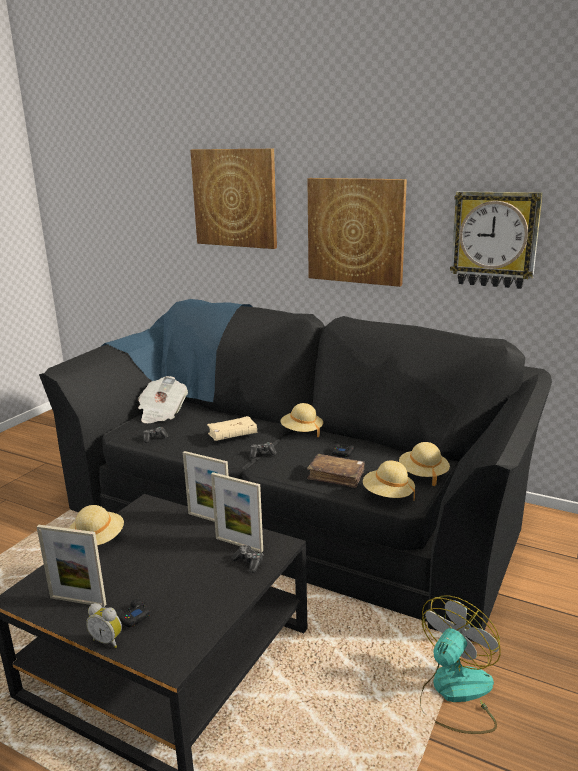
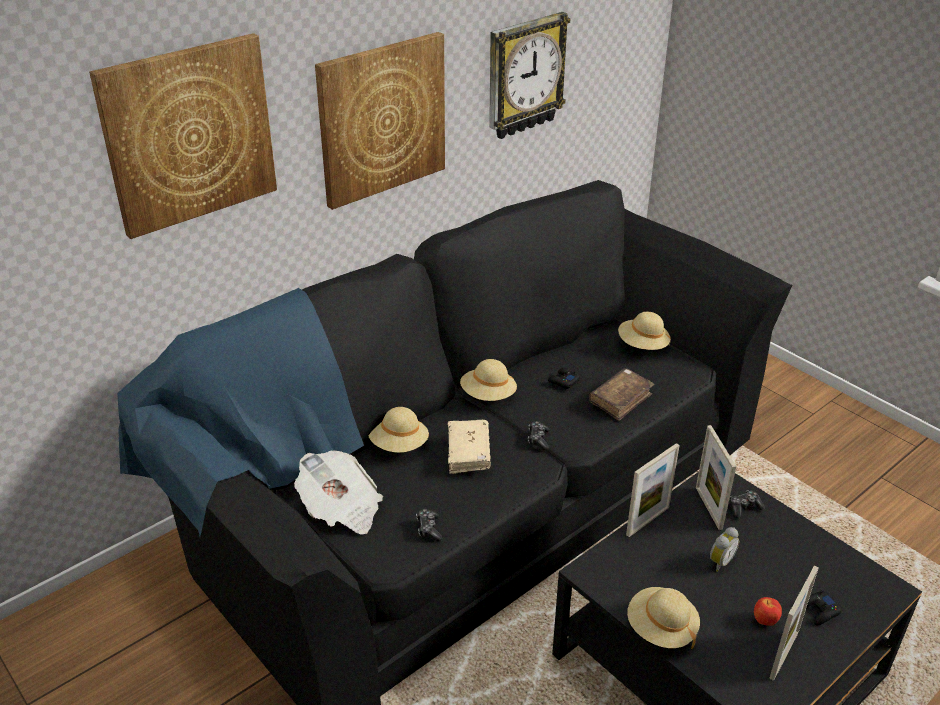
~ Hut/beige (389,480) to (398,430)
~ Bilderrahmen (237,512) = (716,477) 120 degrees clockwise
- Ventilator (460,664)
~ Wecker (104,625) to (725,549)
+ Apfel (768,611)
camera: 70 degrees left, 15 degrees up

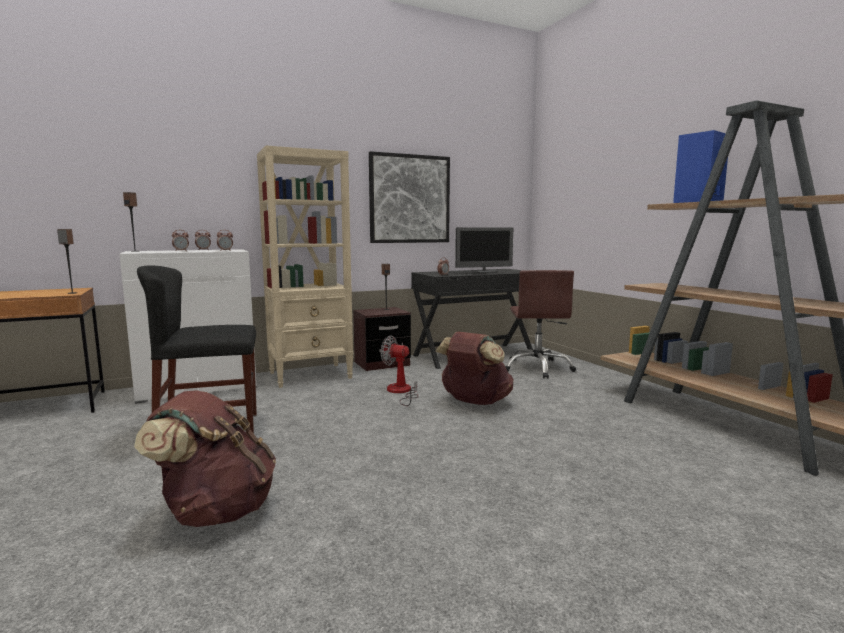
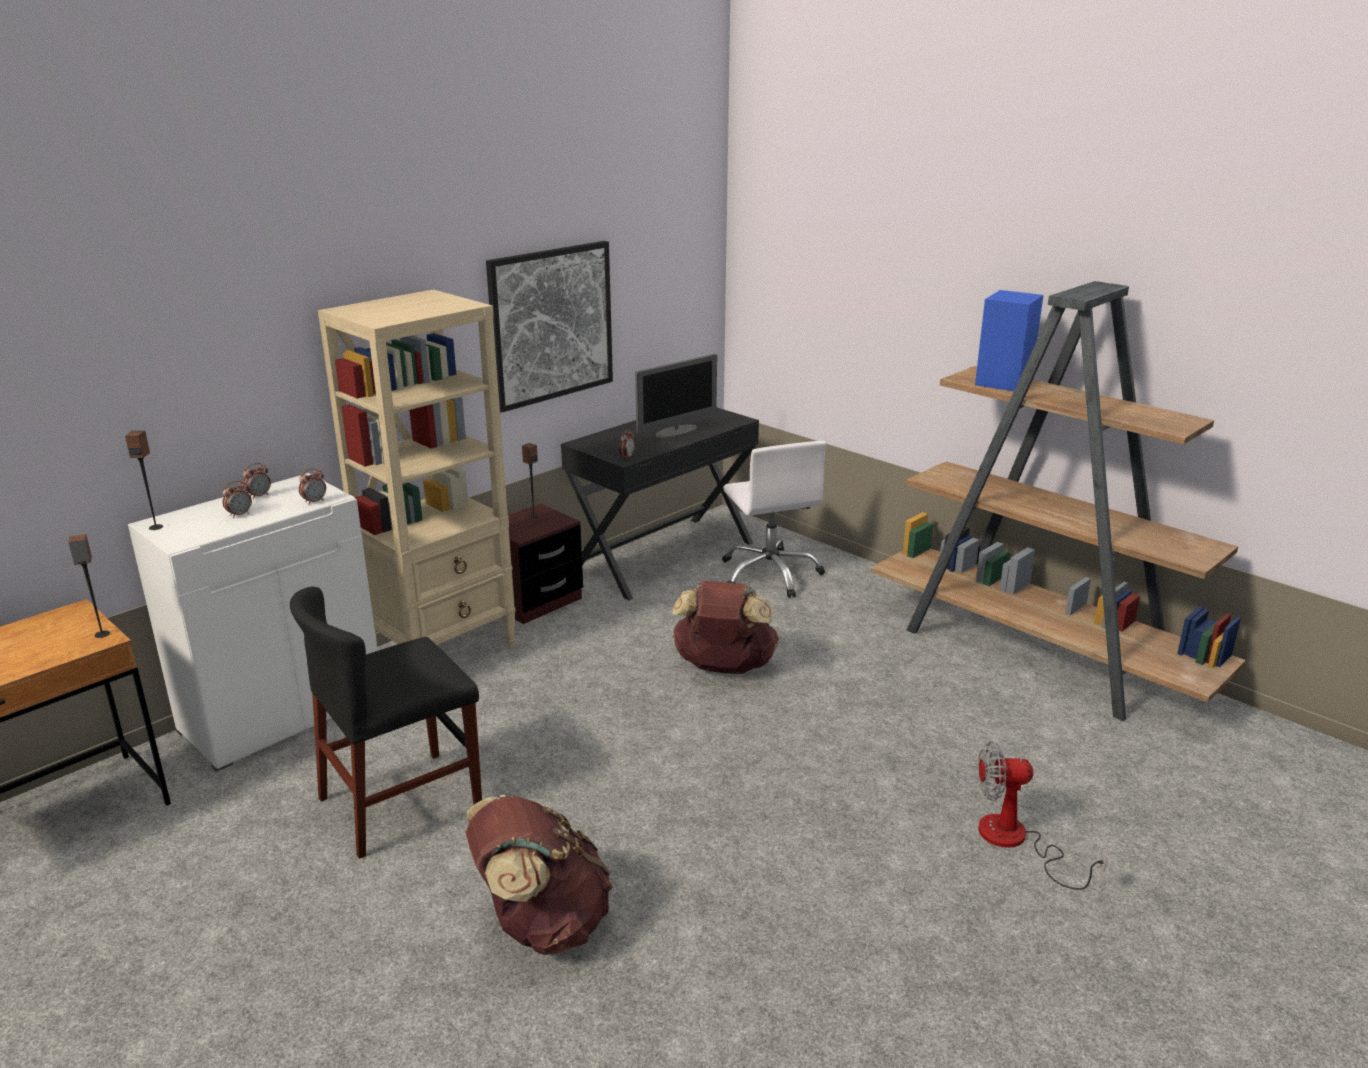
~ Bürostuhl/braun (540,324) to Bürostuhl/weiß (774,519)
~ Ventilator (400,370) to (1042,815)
camera: 20 degrees left, 15 degrees up

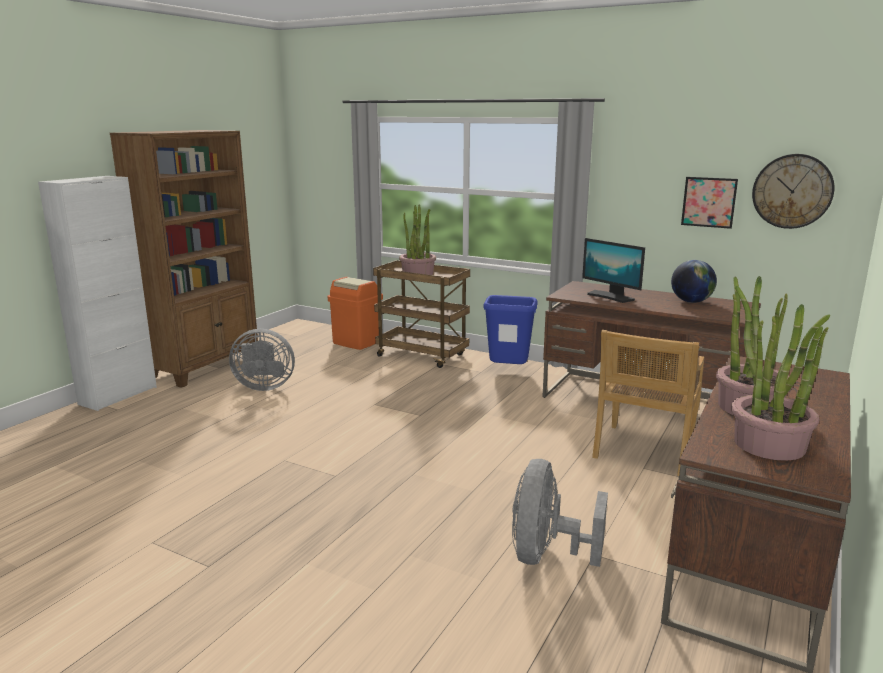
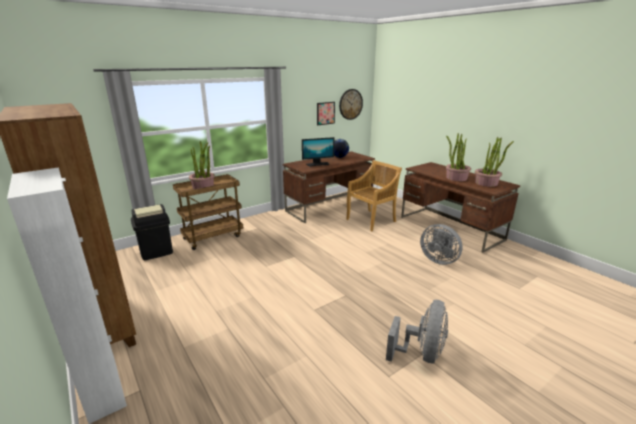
~ Mülleimer/orange (355,313) to Mülleimer/schwarz (152,232)
- Mülleimer/blau (510,329)
~ Ventilator/grau (262,360) to (417,331)
~ Stuhl/beige (648,403) = (374,195) 90 degrees counterclockwise
camera: 65 degrees left, 5 degrees up

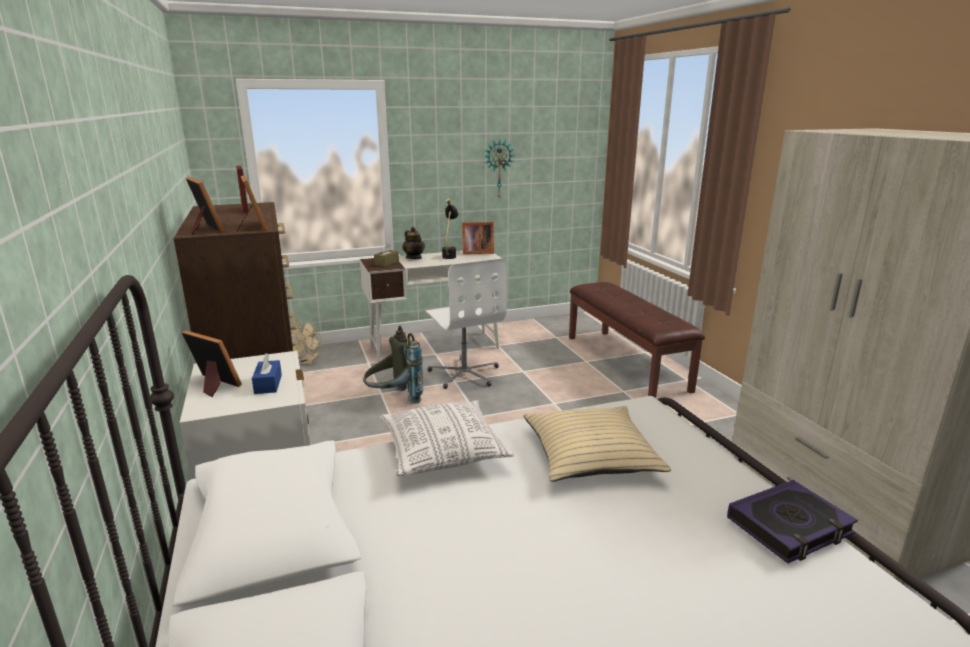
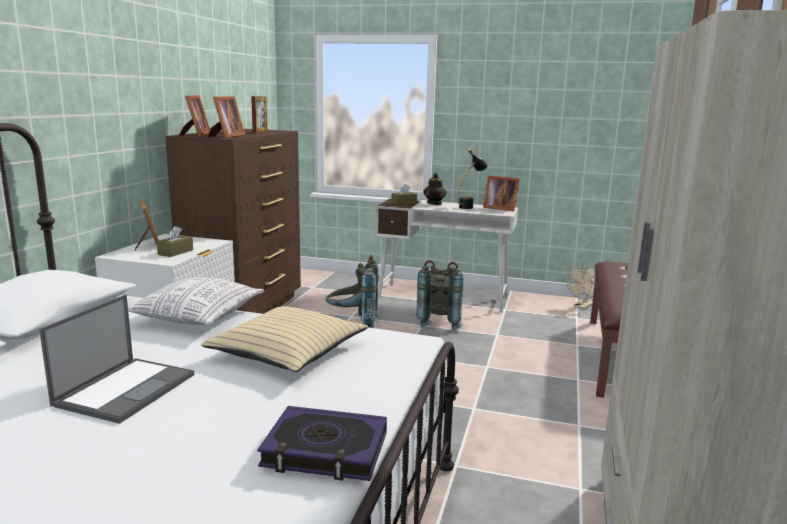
- Wanduhr (499,168)
~ Bürostuhl/weiß (466,323) to Rucksack/grau (439,295)
~ Ventilator/beige (306,342) to (581,287)
~ Taschentuchbox/blau (267,373) to Taschentuchbox/braun (175,241)
+ Laptop (116,359)
camera: 35 degrees right, 5 degrees down

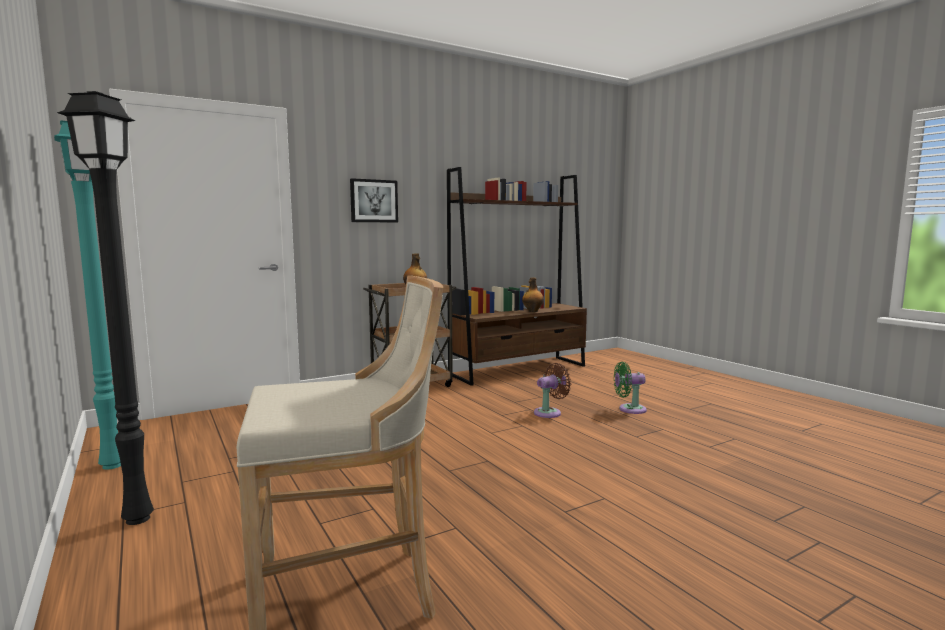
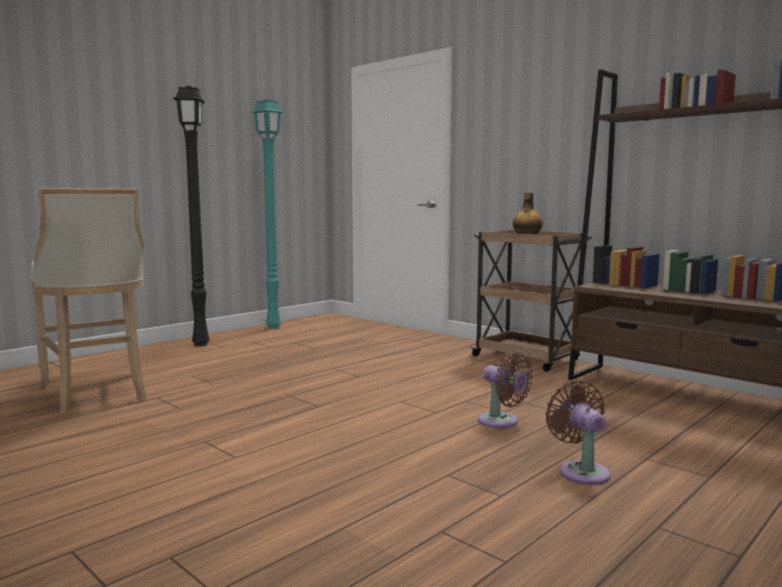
- Bild (374,200)
- Flasche (533,294)
~ Ventilator/grün (630,388) to Ventilator/braun (578,433)
camera: 75 degrees right, 0 degrees up

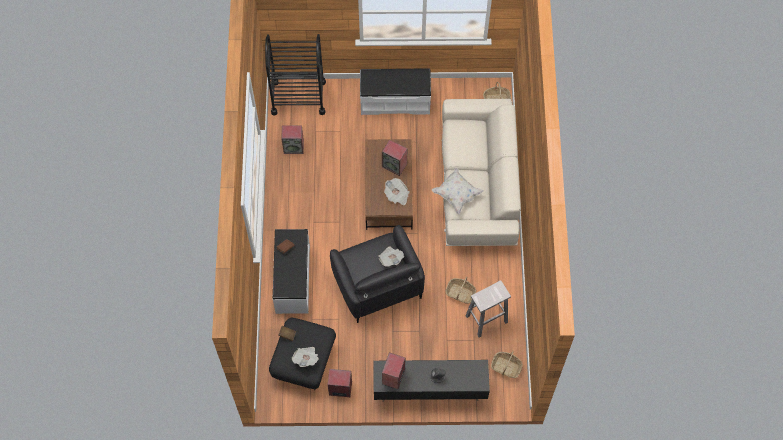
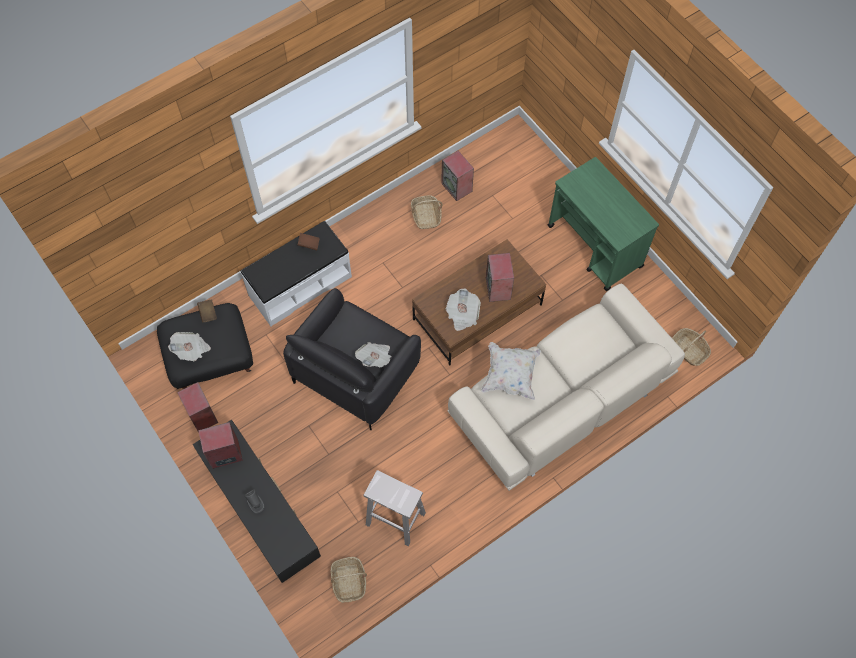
- Rollwagen/schwarz (295,74)
~ Bank/weiß (395,91) to Rollwagen/grün (603,224)
~ Korb (461,290) to (426,212)
camera: 55 degrees right, 0 degrees up

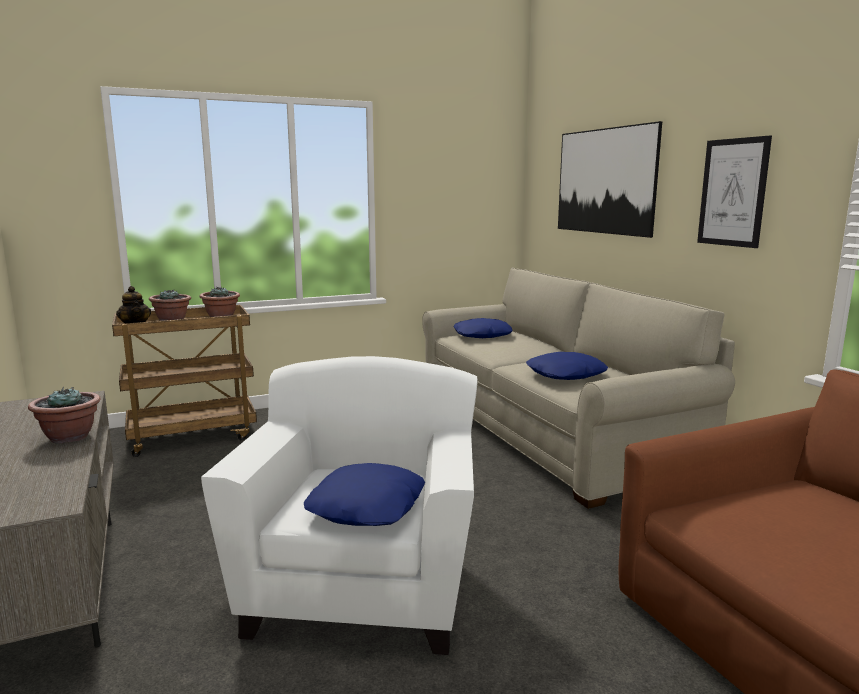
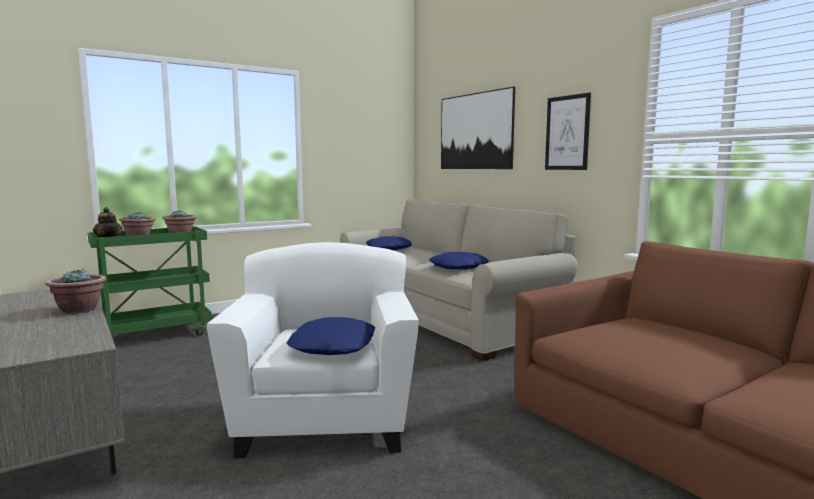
~ Rollwagen/braun (184,381) to Rollwagen/grün (150,283)
camera: 10 degrees left, 5 degrees down

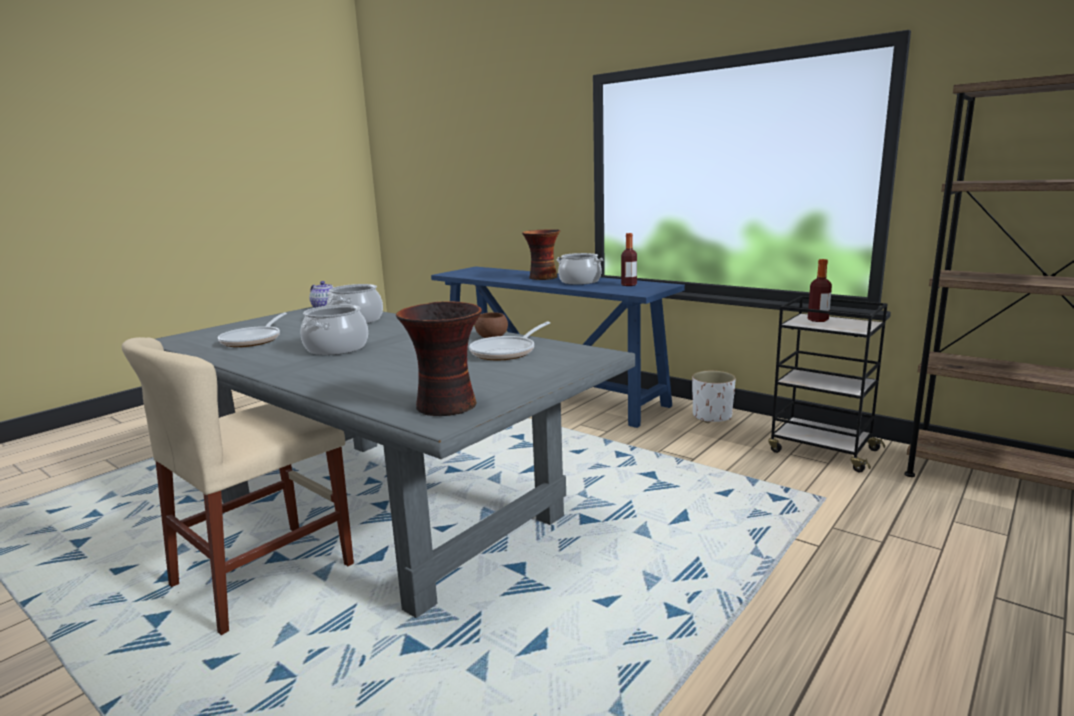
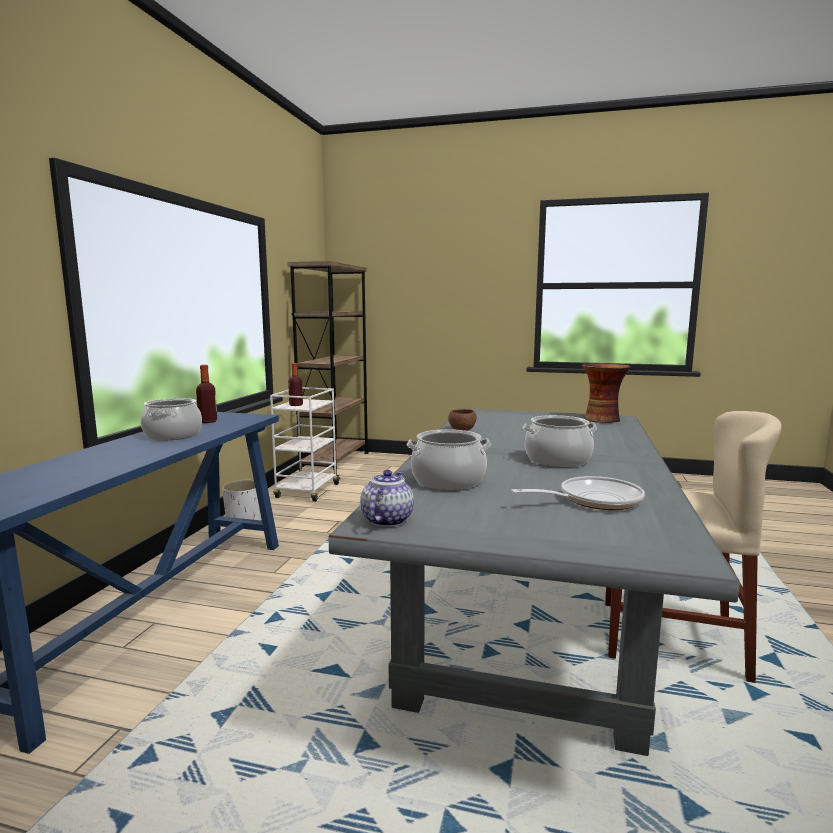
- Vase (541,254)
~ Rollwagen/schwarz (828,384) to Rollwagen/weiß (305,444)
- Pfanne (509,340)
camera: 115 degrees left, 5 degrees down

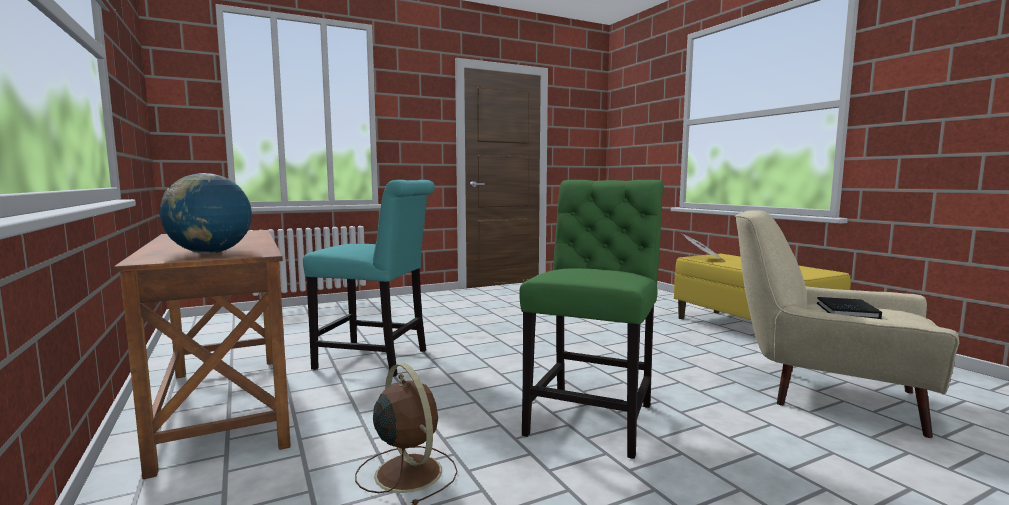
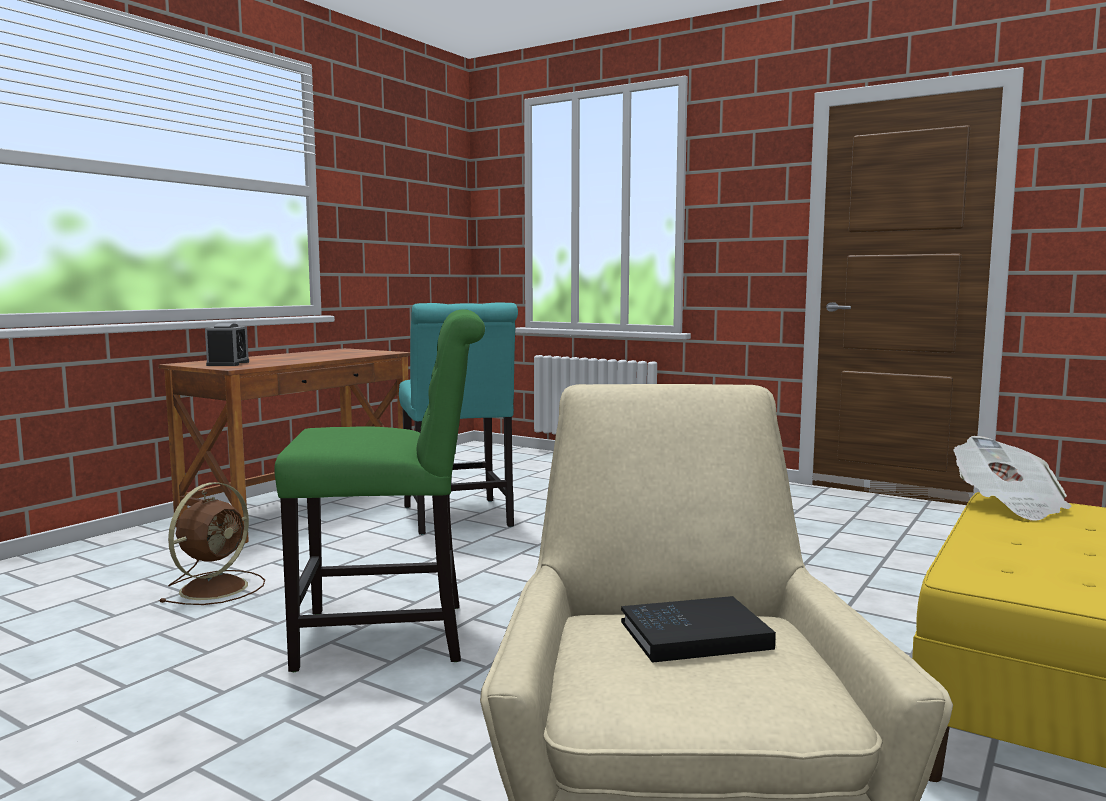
~ Globus (205,213) to Wecker (227,344)
camera: 60 degrees right, 0 degrees up

